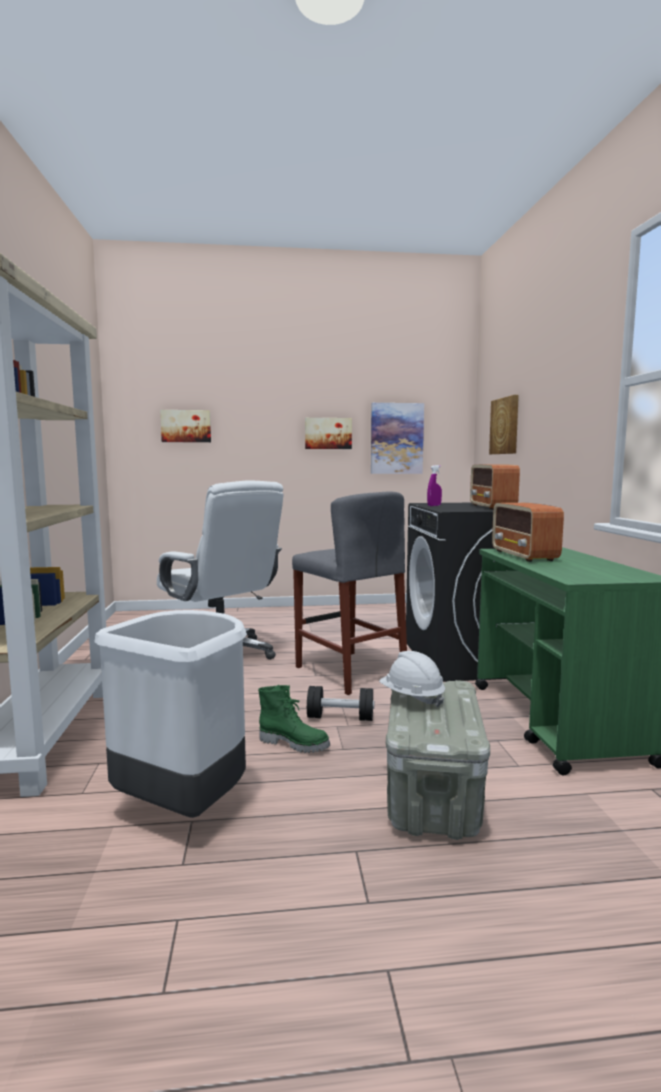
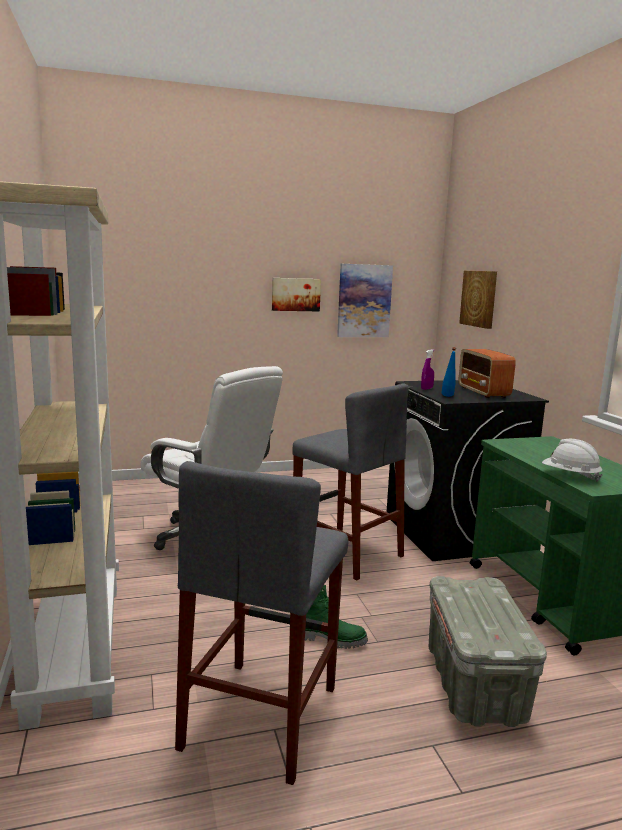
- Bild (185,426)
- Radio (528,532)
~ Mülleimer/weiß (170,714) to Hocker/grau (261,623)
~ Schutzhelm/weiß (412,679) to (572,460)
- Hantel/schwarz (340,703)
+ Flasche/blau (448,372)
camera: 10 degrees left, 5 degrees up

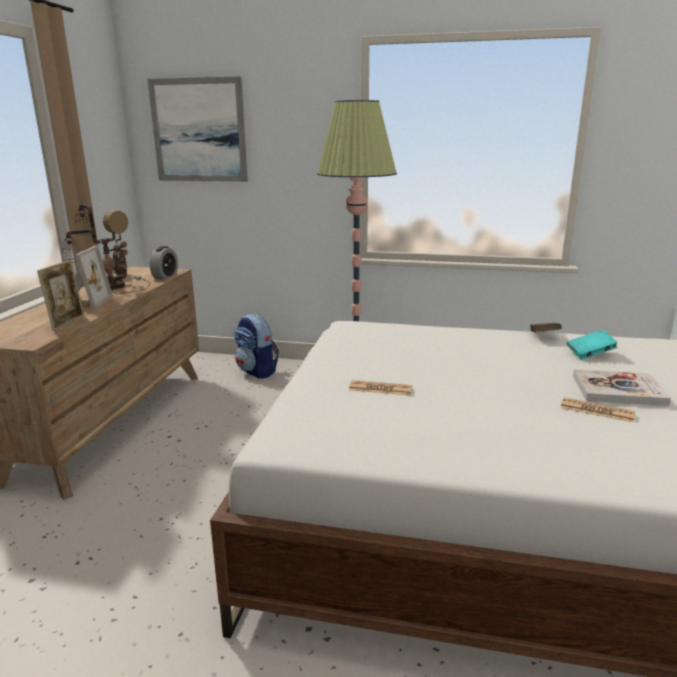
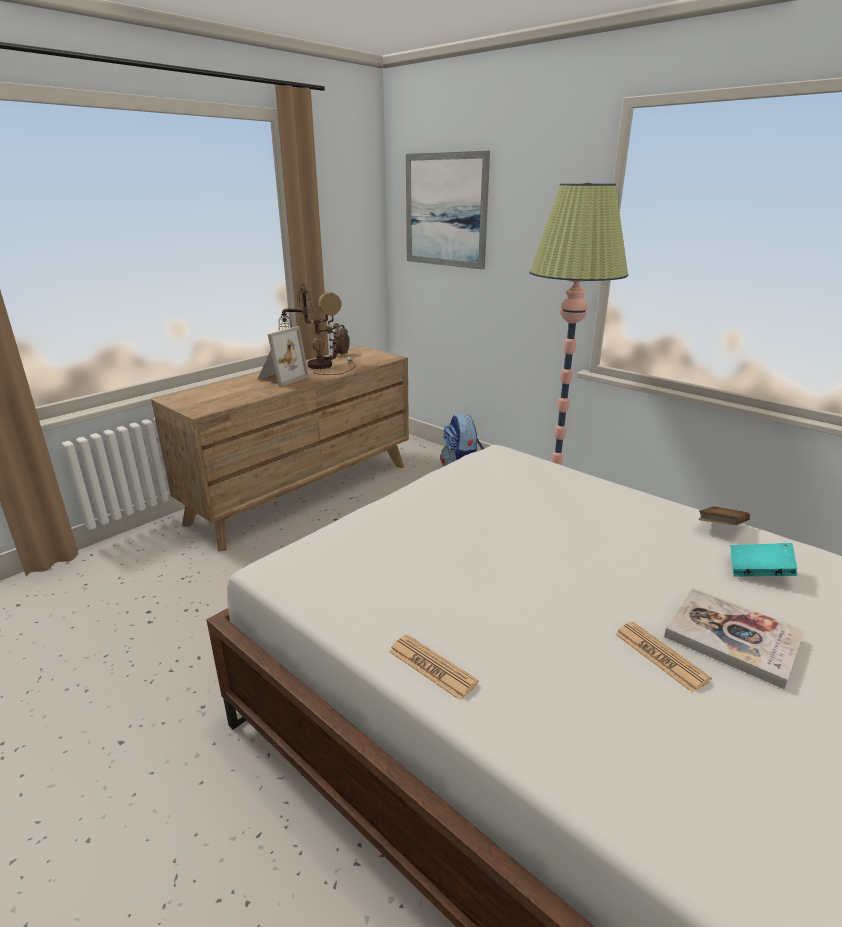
- Wecker (164,262)
- Bilderrahmen (60,295)
~ Zeitung (380,388) to (434,667)
camera: 30 degrees right, 5 degrees up

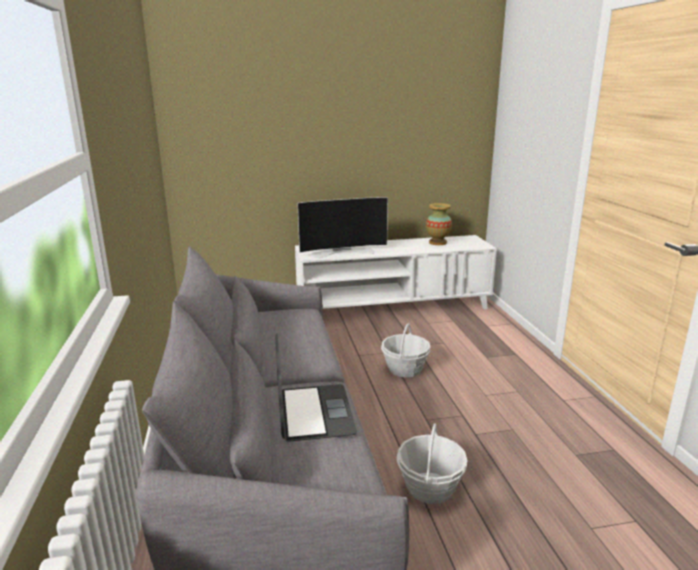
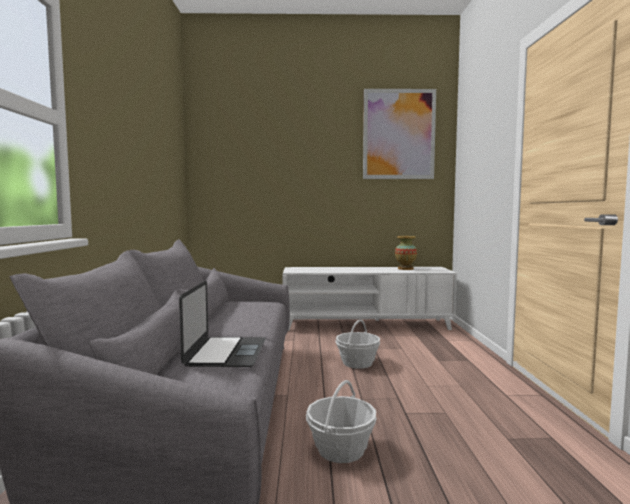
- Fernseher (343,227)
+ Bild (399,134)
camera: 10 degrees right, 15 degrees down

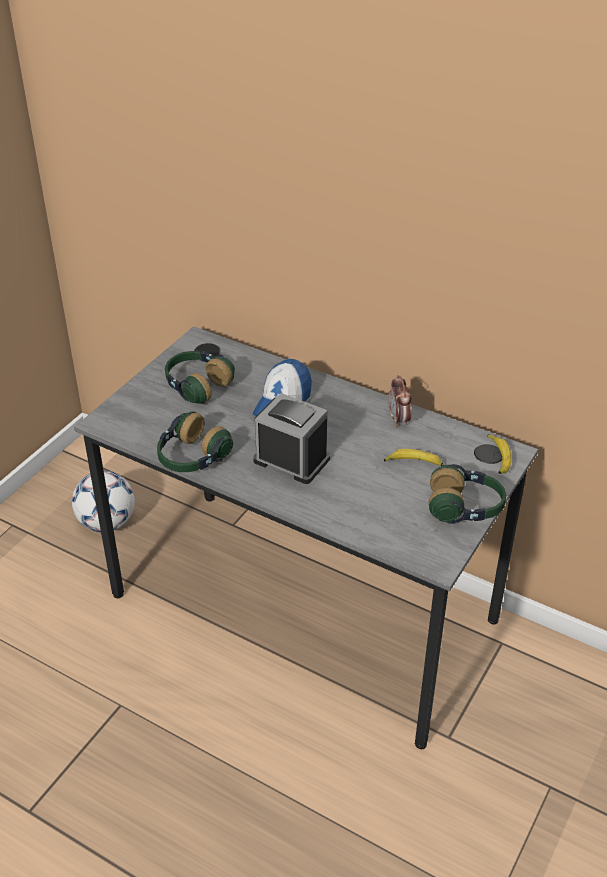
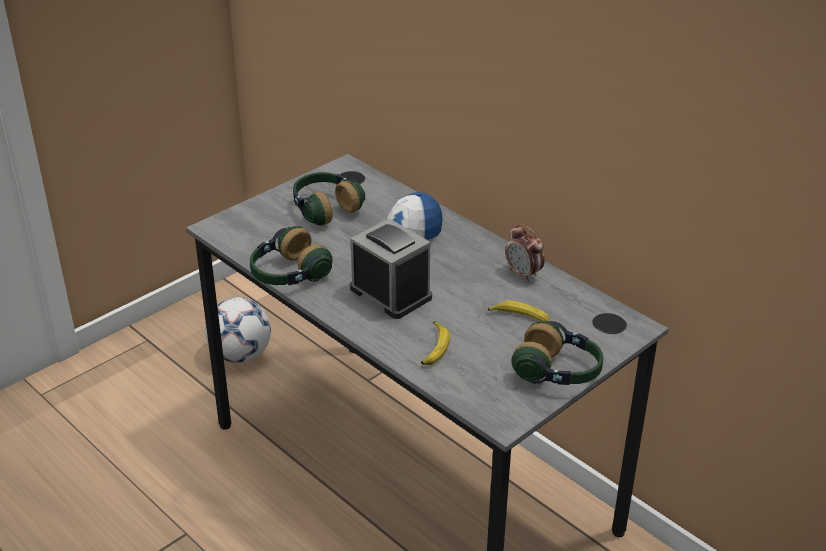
~ Wecker (400,401) = (525,253) 45 degrees counterclockwise
~ Banane (499,454) to (435,343)
camera: 15 degrees right, 5 degrees down

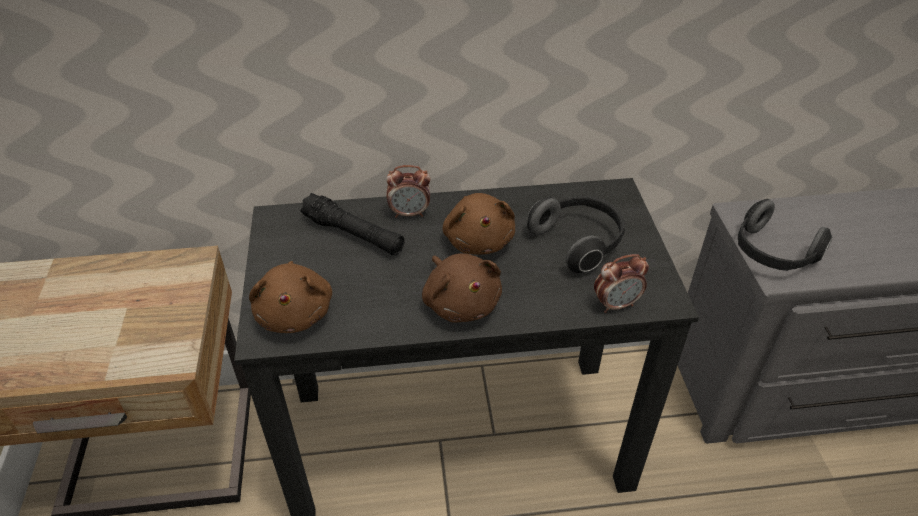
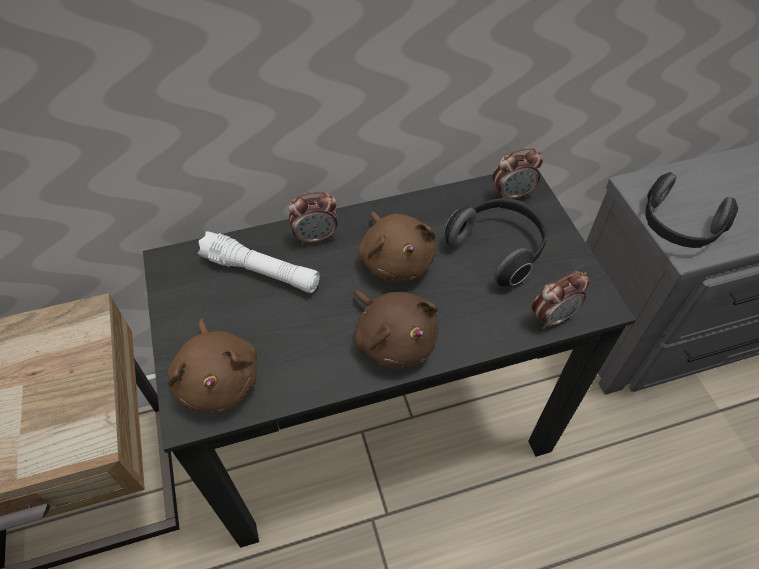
~ Taschenlampe/schwarz (352,224) to Taschenlampe/weiß (259,262)
+ Wecker (518,173)
camera: 10 degrees left, 10 degrees up

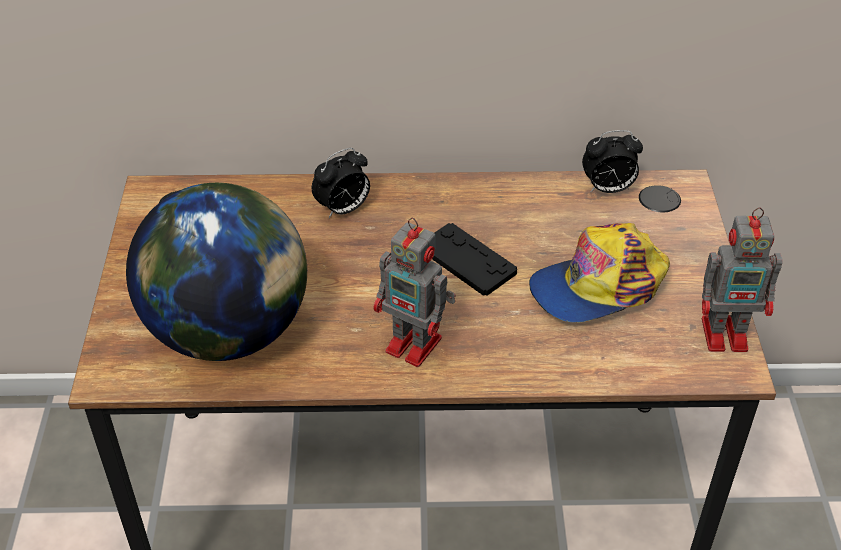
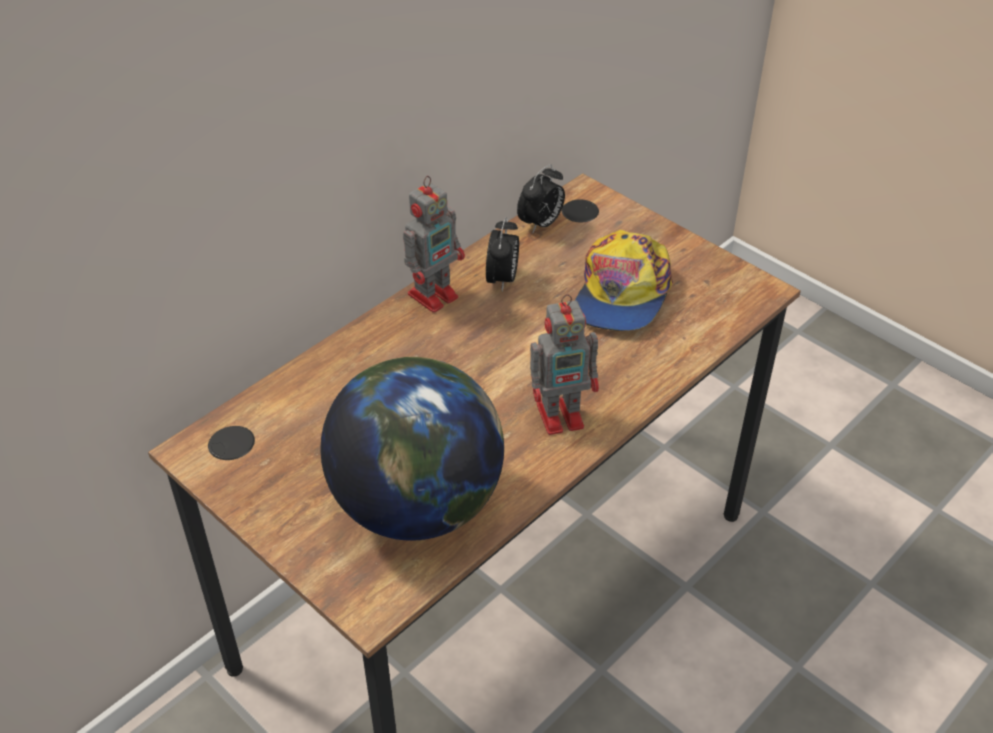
~ Wecker (341,183) to (502,254)
~ Spielzeugroboter (742,279) to (434,244)
- Gamepad/schwarz (474,259)
camera: 45 degrees left, 0 degrees up

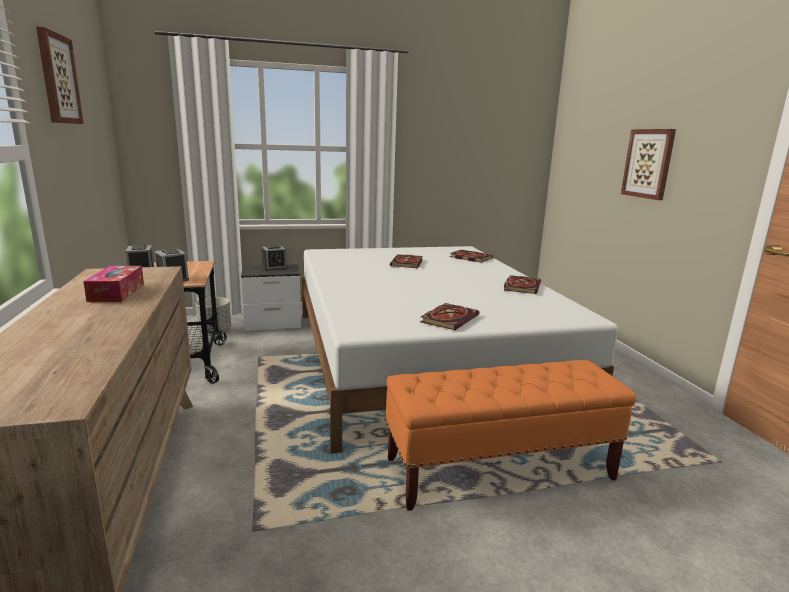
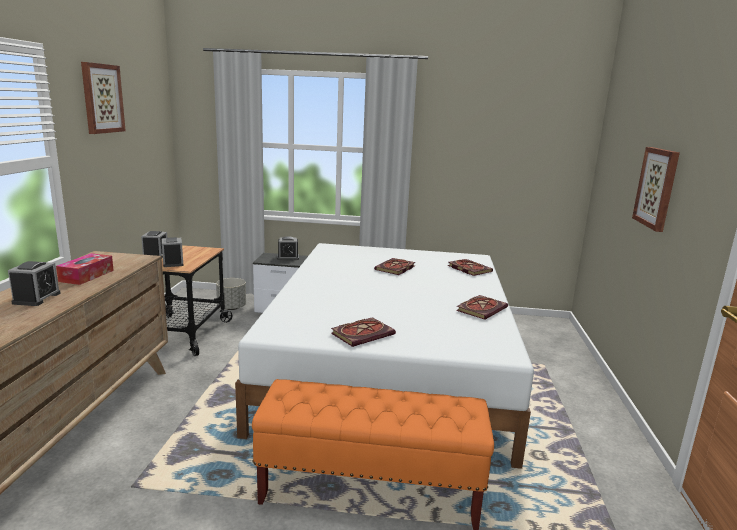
+ Wecker (34,283)
camera: 20 degrees right, 0 degrees up

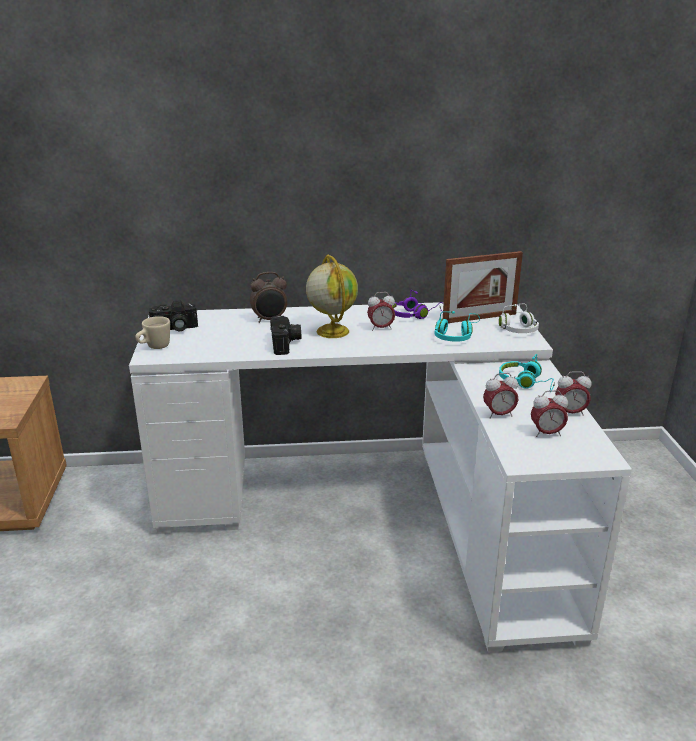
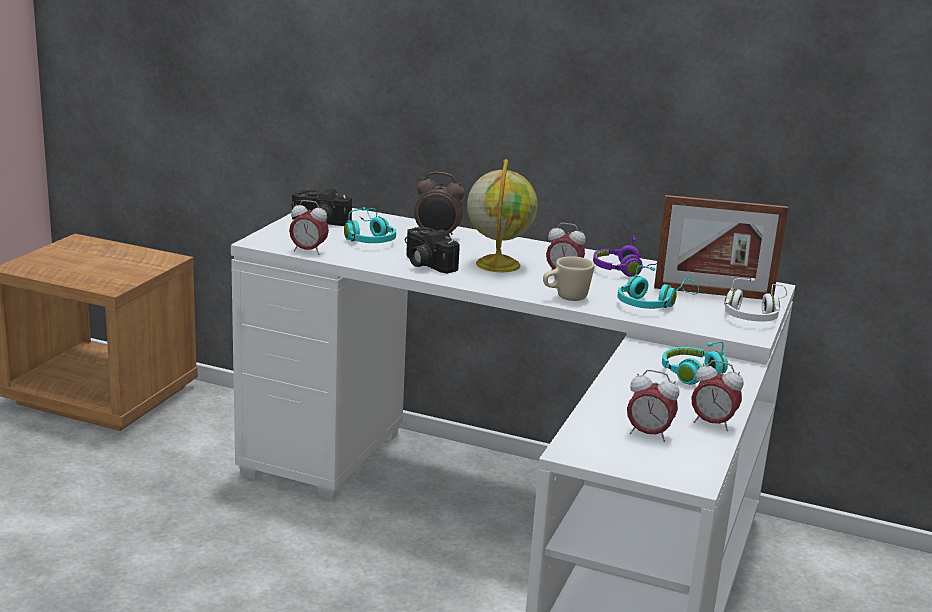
~ Kamera (285,335) = (432,250) 120 degrees clockwise
~ Henkelbecher/beige (152,332) to (568,278)
~ Wecker (500,396) to (309,227)
+ Kopfhörer/türkis (370,225)
camera: 25 degrees right, 5 degrees down

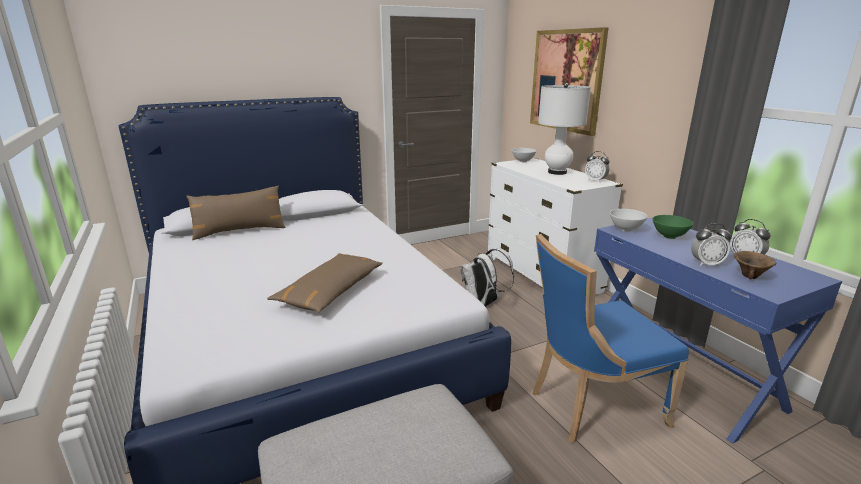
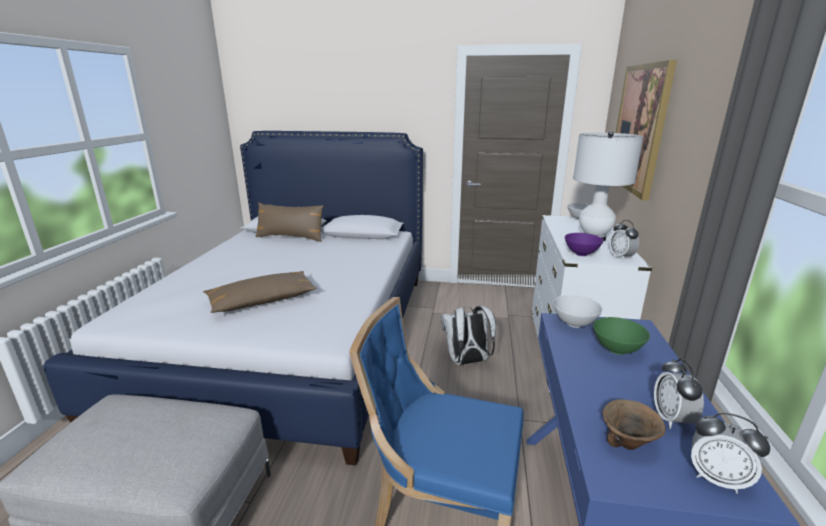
~ Wecker (711,245) to (730,453)
+ Schüssel/lila (584,244)
camera: 35 degrees right, 0 degrees up

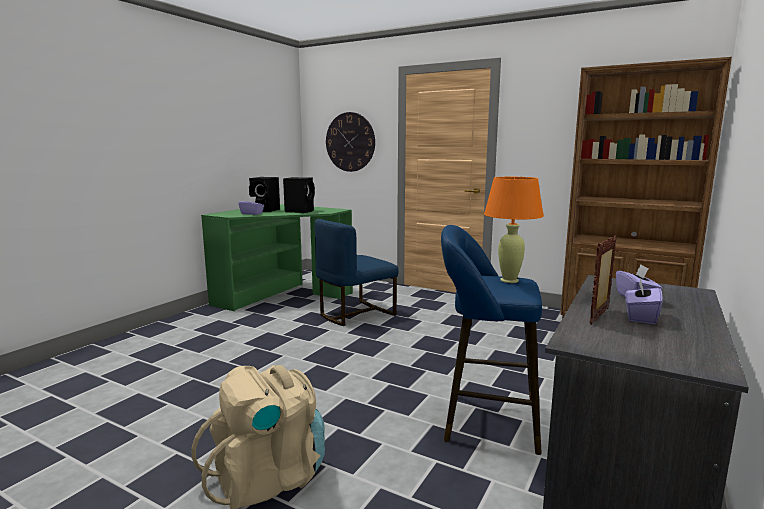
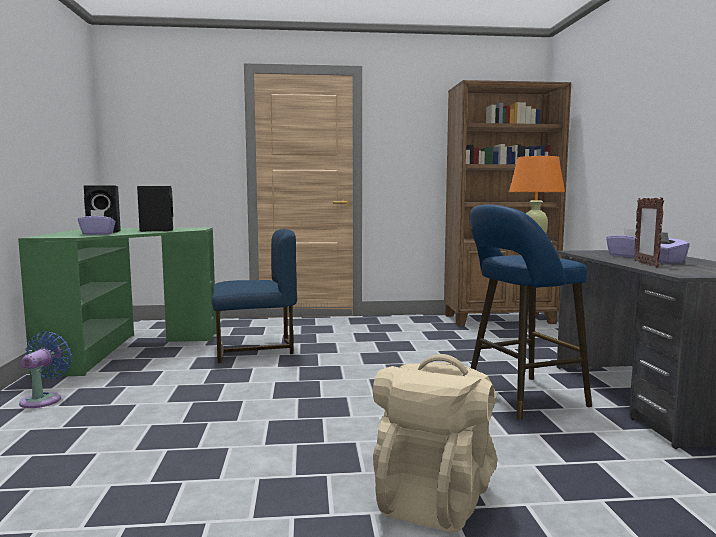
- Wanduhr (350,142)
~ Stuhl/blau (357,272) = (254,296) 120 degrees counterclockwise
+ Ventilator/blau (45,369)
camera: 35 degrees left, 5 degrees down

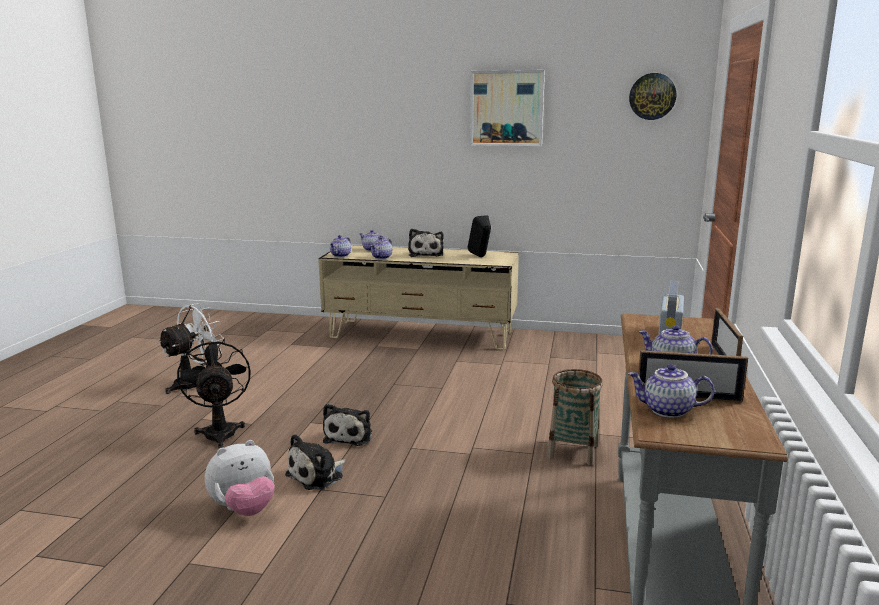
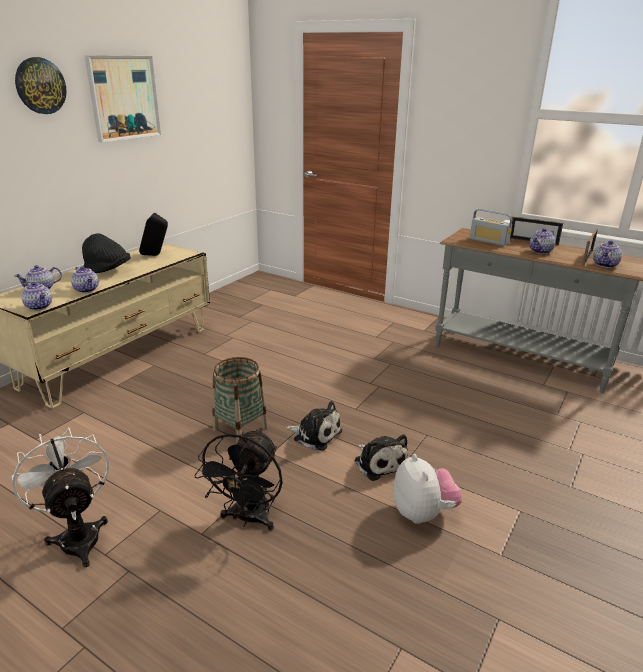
~ Wanduhr (652,96) to (41,85)
~ Plüschtier (426,243) to Hut/schwarz (106,253)
~ Ventilator/schwarz (214,393) = (238,479) 75 degrees counterclockwise
~ Korb (575,417) to (240,400)
camera: 70 degrees left, 10 degrees up

